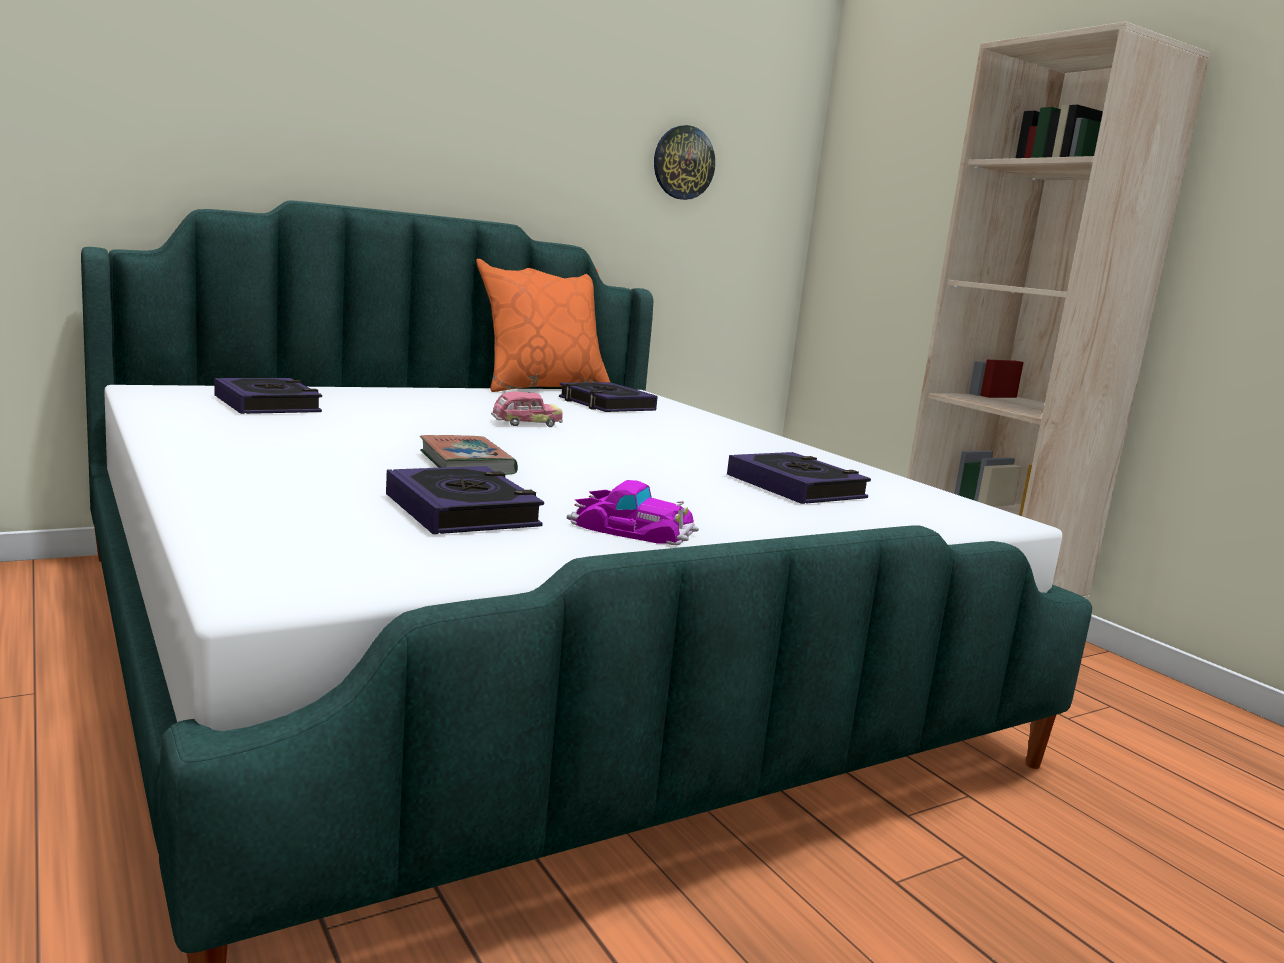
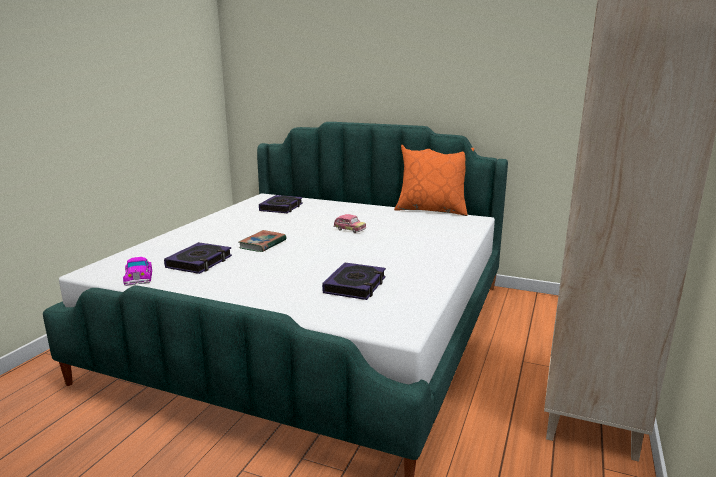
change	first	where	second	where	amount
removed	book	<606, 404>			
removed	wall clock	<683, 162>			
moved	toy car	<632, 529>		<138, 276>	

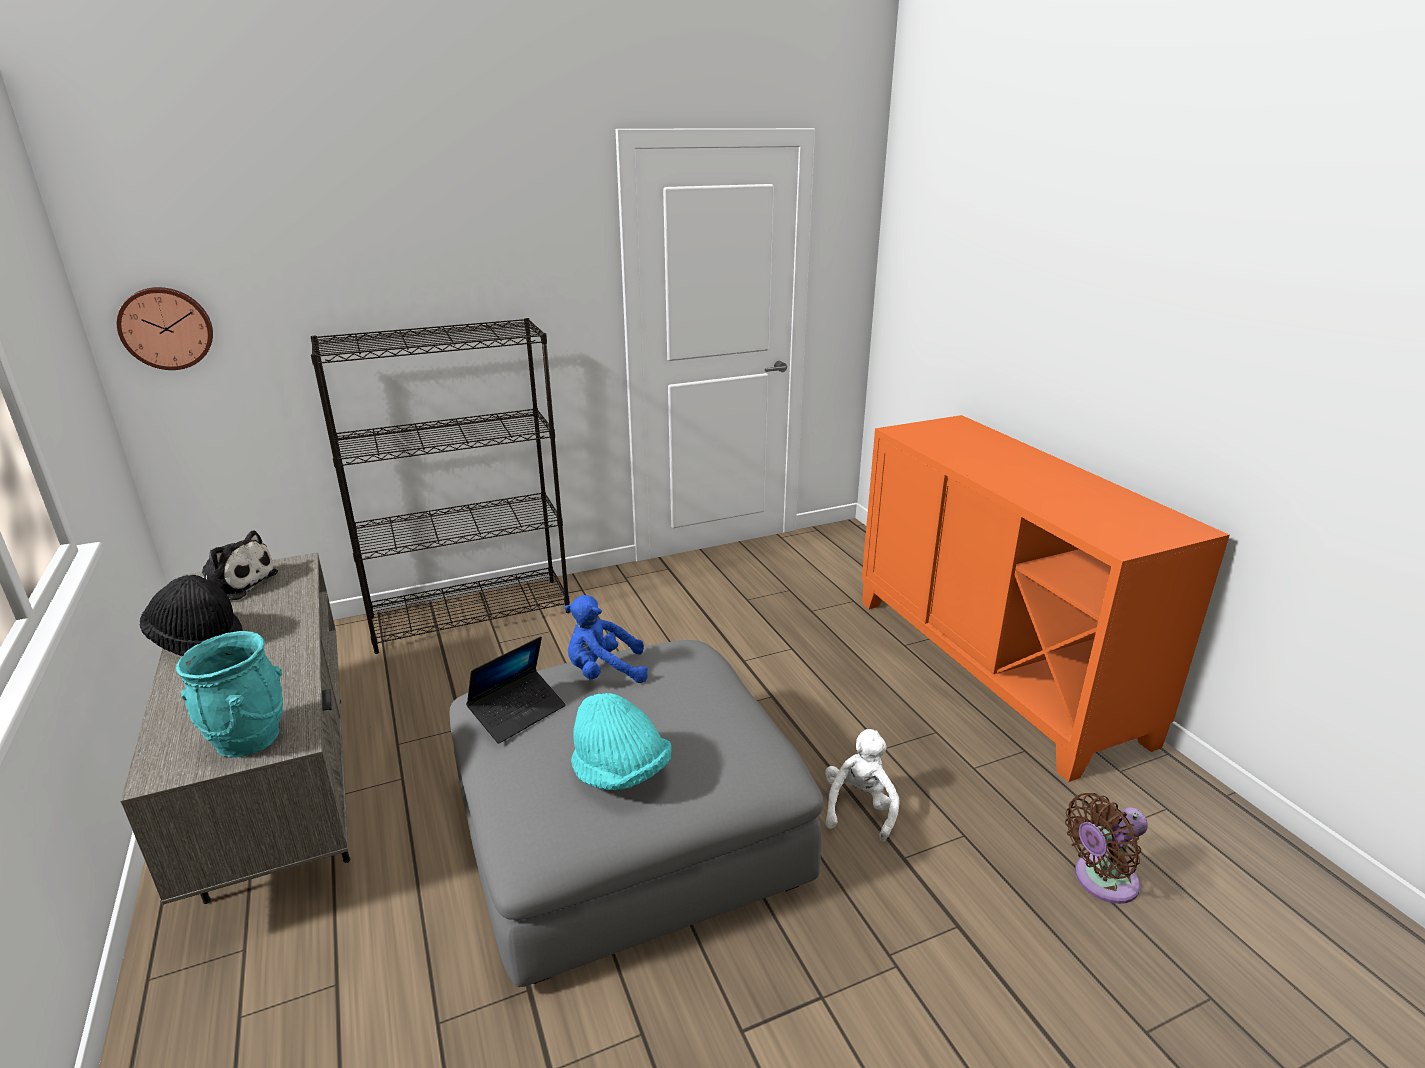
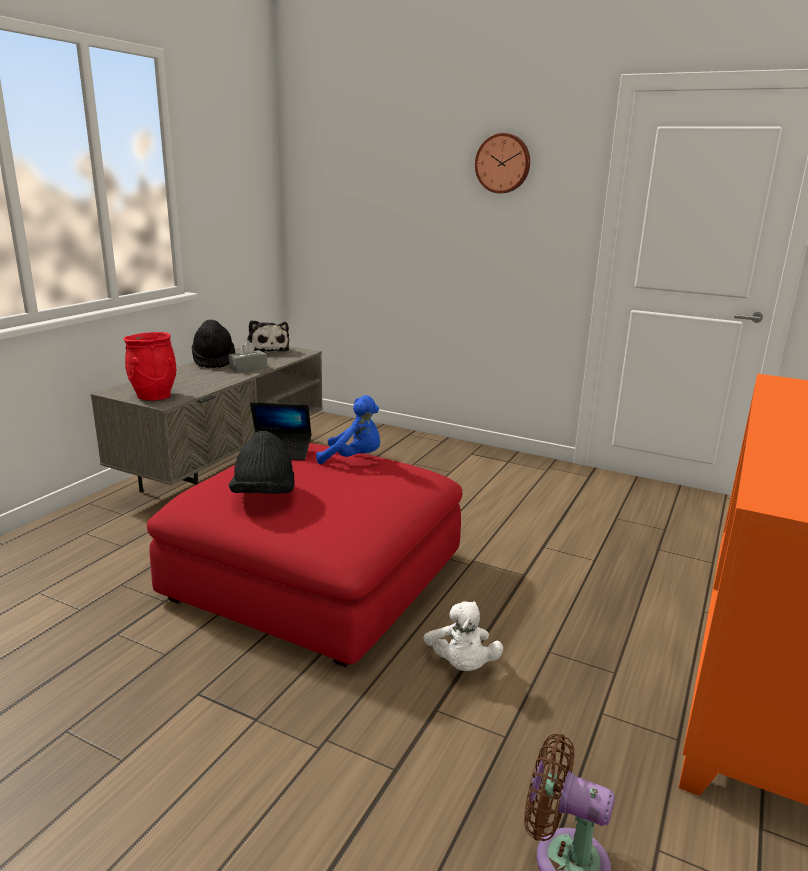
change	first	where	second	where	amount
removed	black bookcase	<471, 614>			
added			grey tissue box	<248, 368>	
moved	wall clock	<166, 328>		<503, 163>	
recoloured	turquoise vase	<249, 739>	red vase	<155, 396>	
recoloured	grey ottoman	<628, 830>	red ottoman	<316, 577>	
recoloured	turquoise hat	<620, 772>	black hat	<264, 495>	
turned	blue plush toy	<604, 672>		<354, 459>	150 degrees clockwise
turned	white plush toy	<859, 808>		<461, 665>	105 degrees clockwise

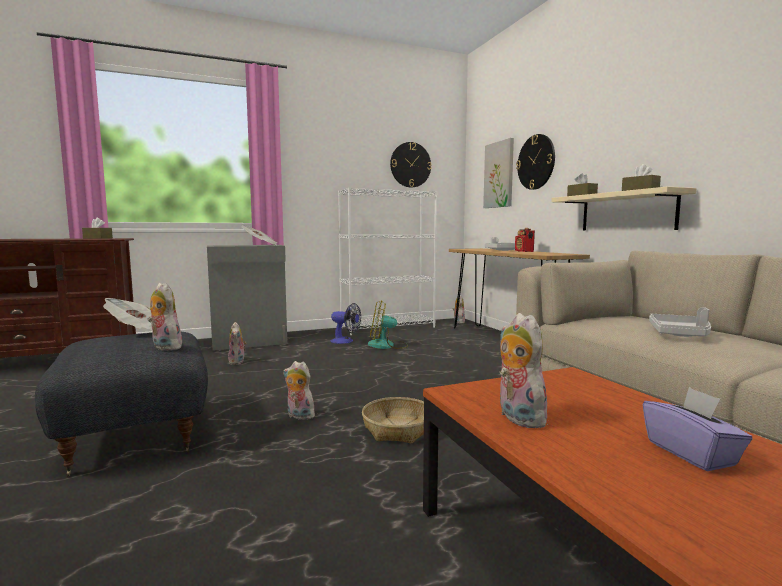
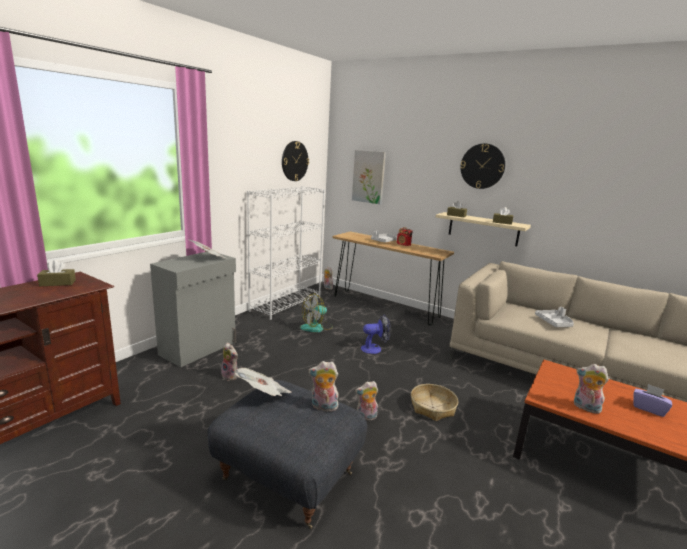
change	first	where	second	where	amount
moved	fan	<345, 341>		<375, 349>	
moved	wall clock	<536, 162>		<482, 166>	

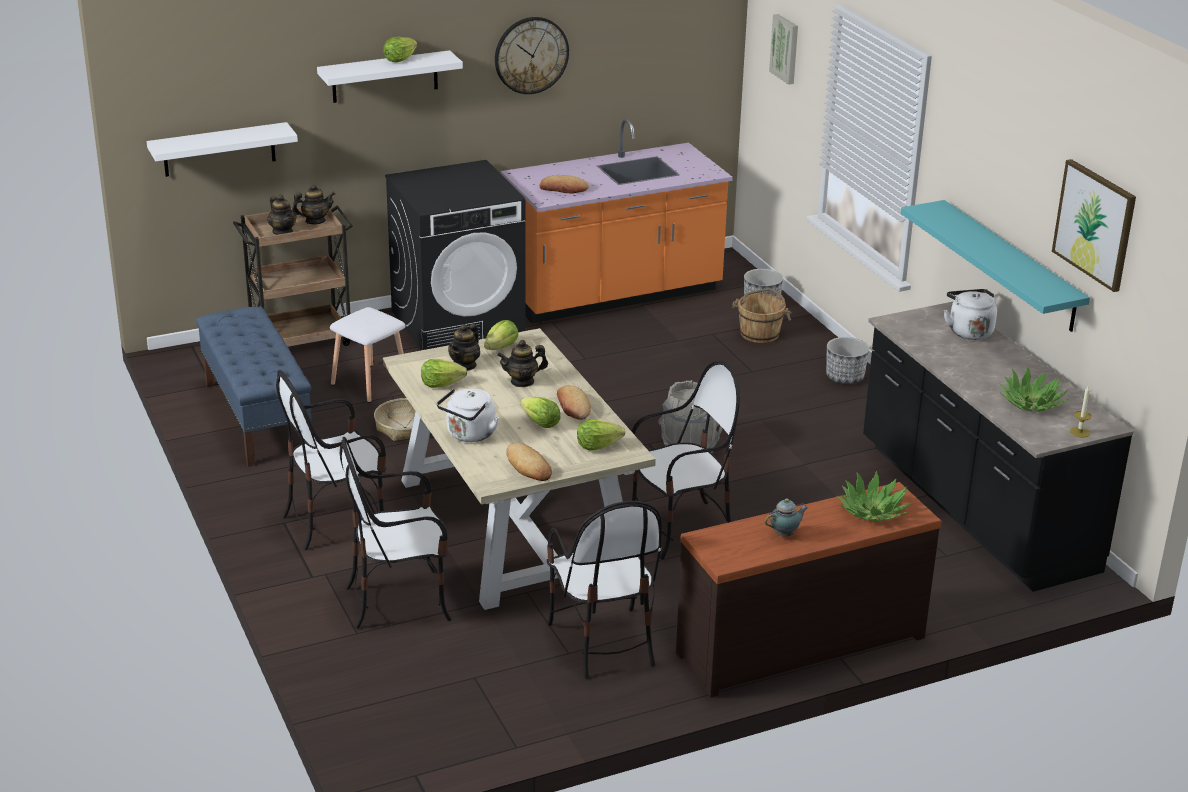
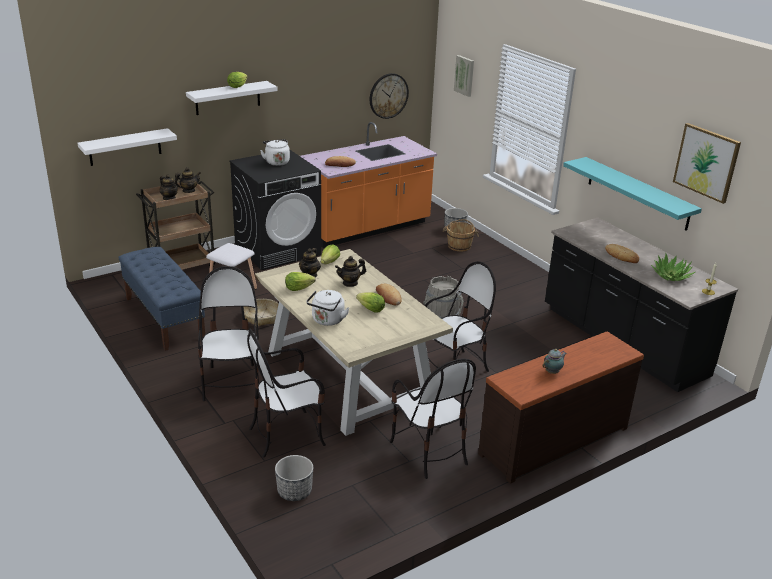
change	first	where	second	where	amount
removed	lettuce	<597, 446>			
removed	potted plant	<872, 511>			
moved	wall clock	<531, 55>		<388, 95>	
moved	bread	<528, 466>		<621, 256>	
moved	planter	<844, 377>		<294, 491>	
moved	white kettle	<968, 331>		<276, 162>	
turned	chair	<336, 521>		<232, 383>	120 degrees clockwise

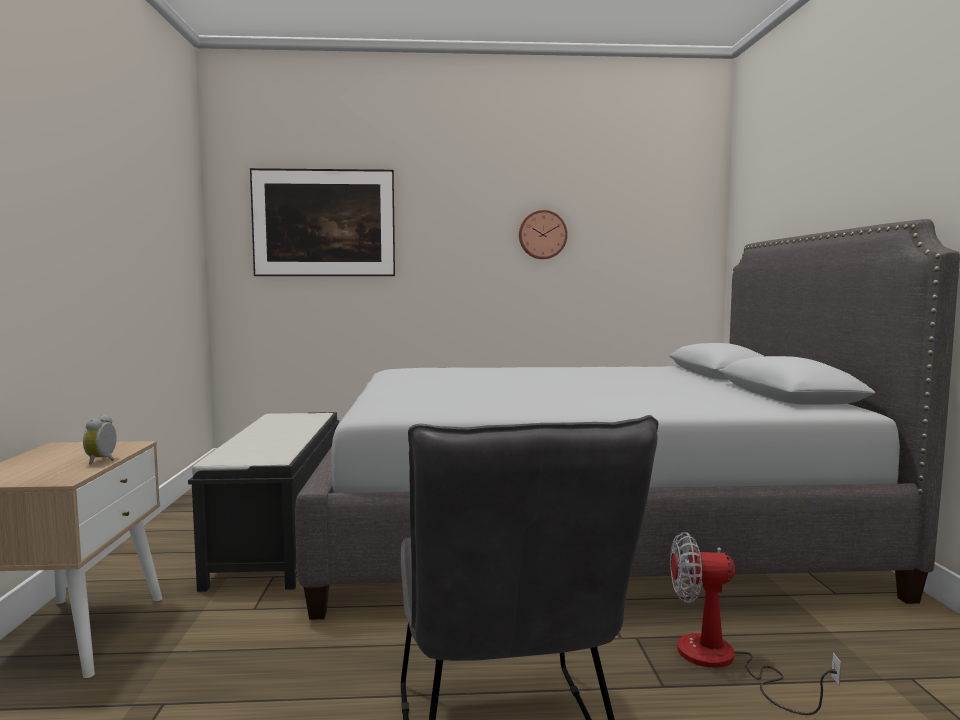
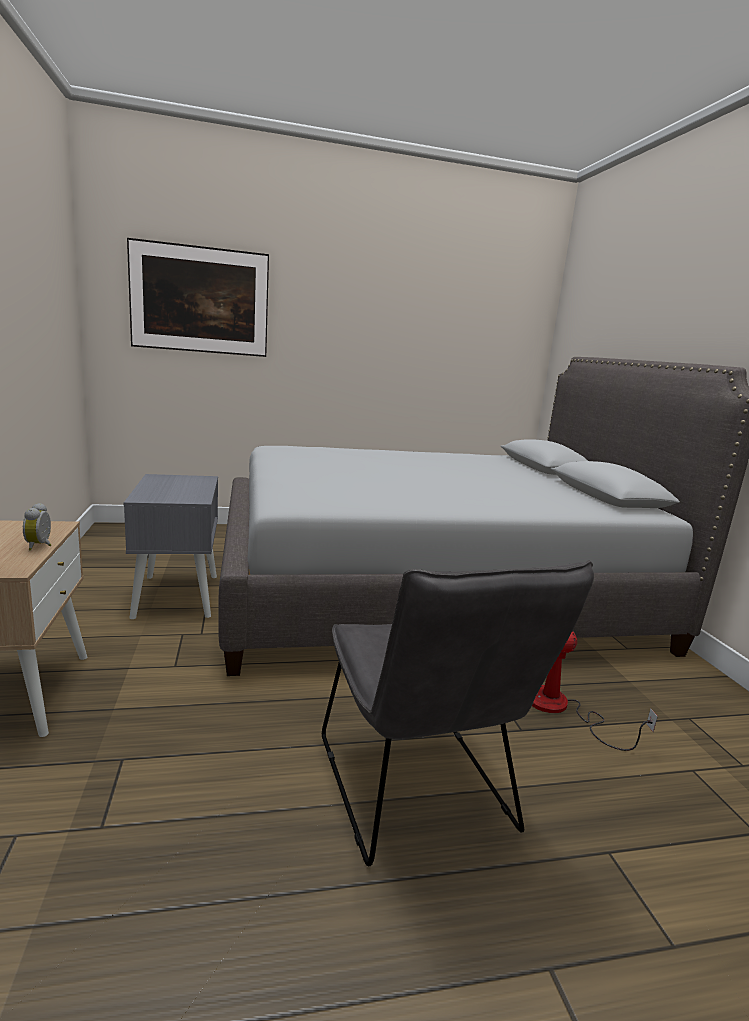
change	first	where	second	where	amount
removed	wall clock	<542, 235>			
replaced	black bench	<280, 538>	grey nightstand	<177, 596>	

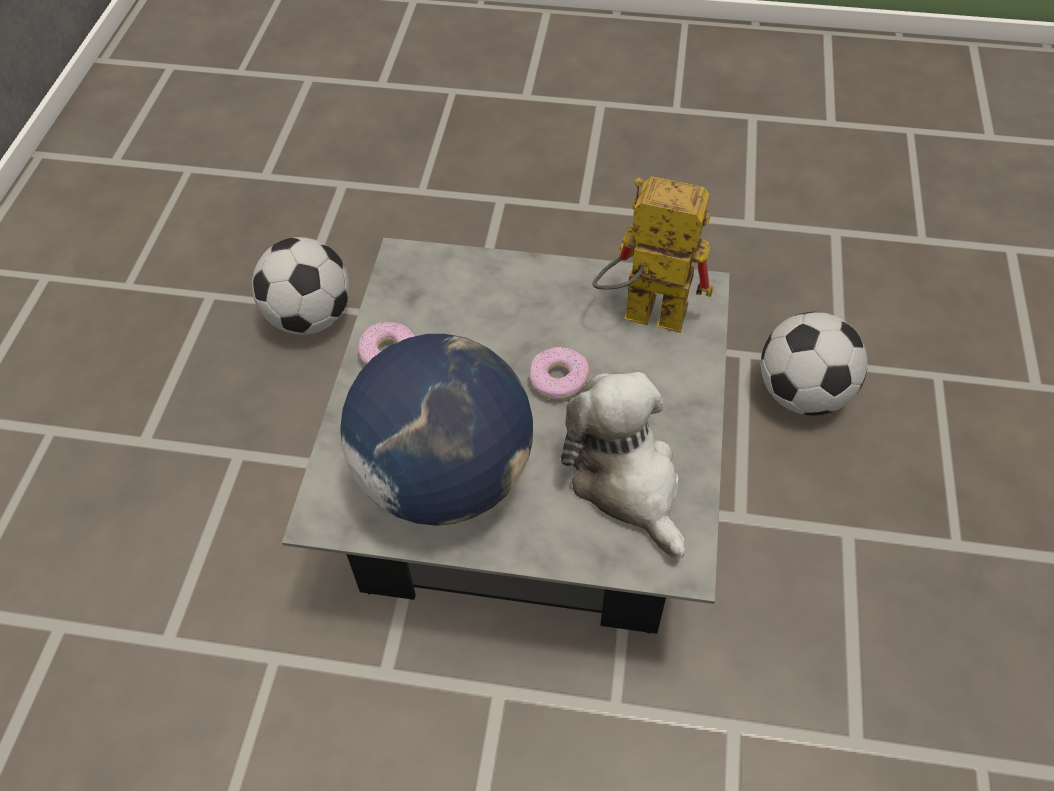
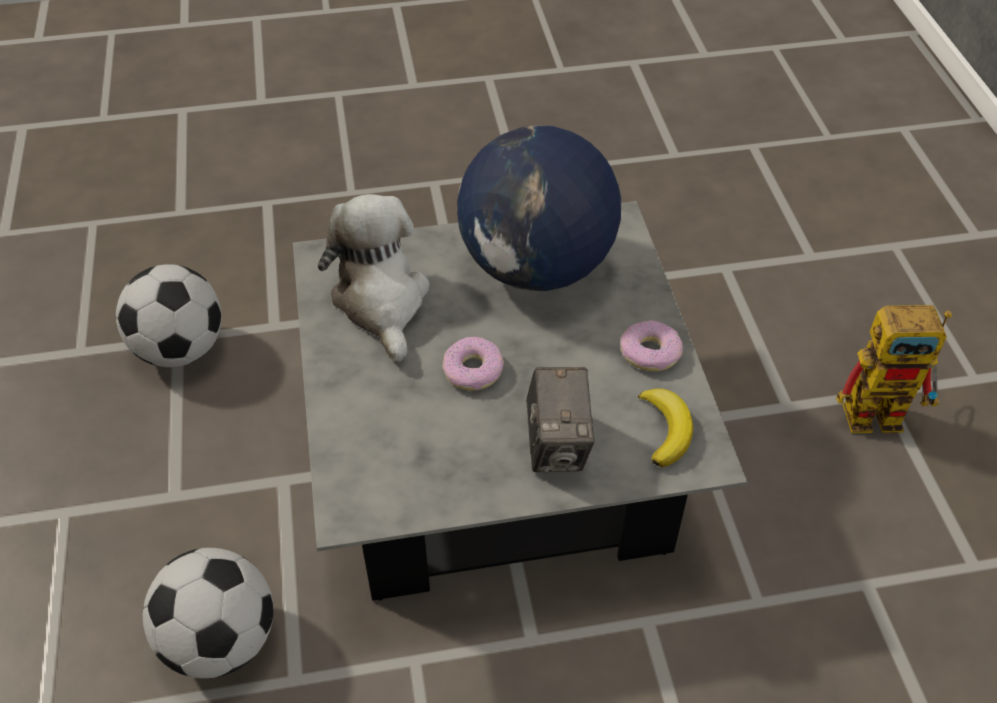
change	first	where	second	where	amount
added			photo camera	<557, 446>	
added			banana	<665, 429>	
moved	football	<310, 318>		<181, 349>	
moved	toy robot	<640, 314>		<884, 412>	
turned	plush toy	<626, 481>		<381, 301>	150 degrees counterclockwise

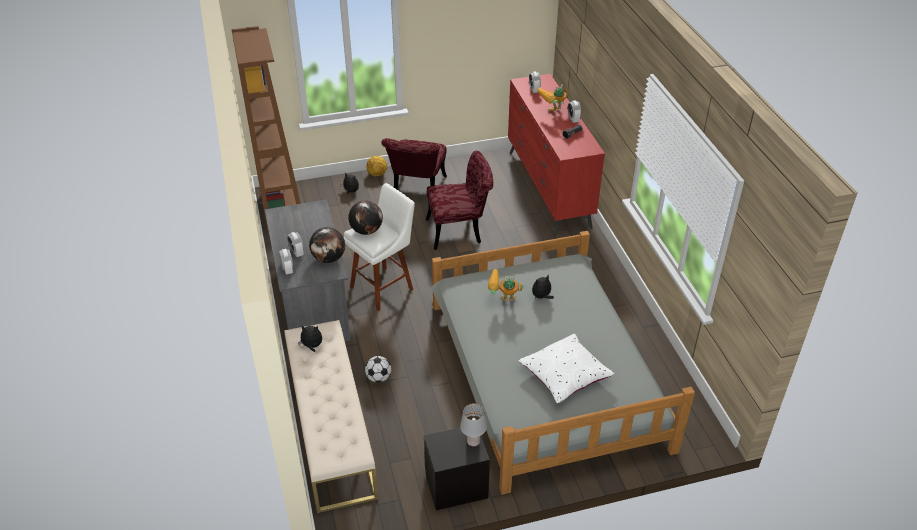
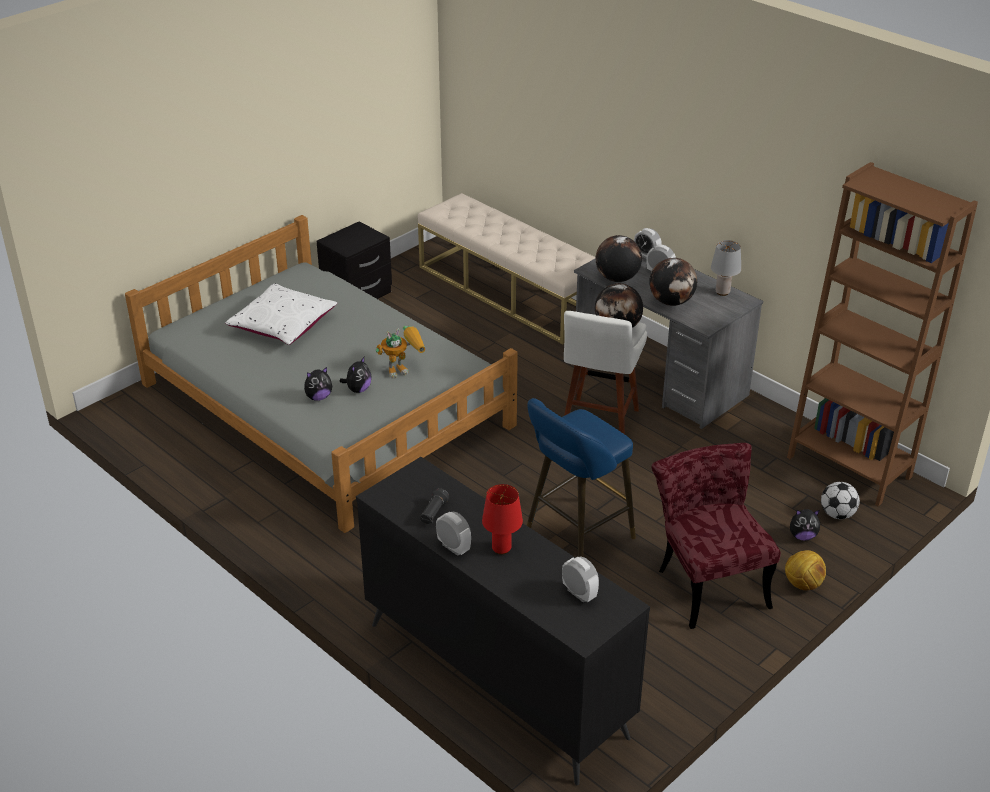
change	first	where	second	where	amount
added			globe	<671, 302>	
moved	plush toy	<312, 346>		<318, 397>	
moved	football	<378, 378>		<837, 514>	
moved	grey table lamp	<473, 442>		<723, 292>	
replaced	red chair	<460, 230>	blue stool	<575, 537>	
replaced	toy robot	<552, 113>	red table lamp	<502, 548>	
recoloured	red dresser	<548, 189>	black dresser	<495, 678>	

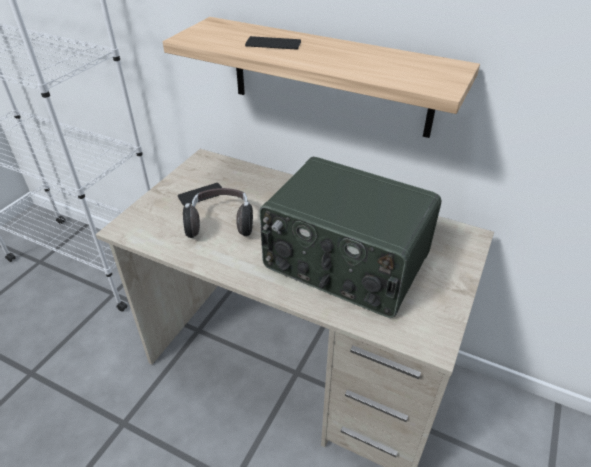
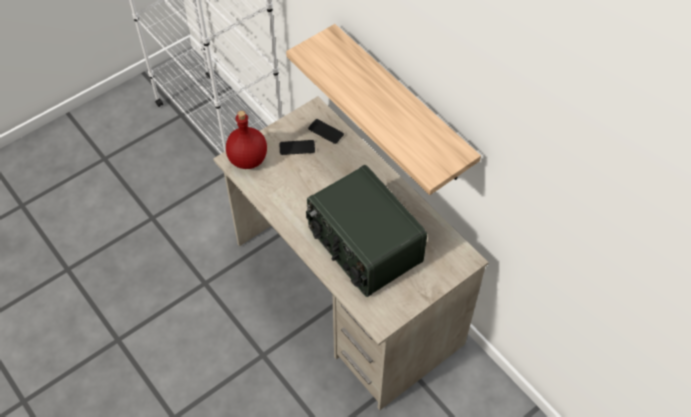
change	first	where	second	where	amount
removed	headphones	<221, 223>			
added			red bottle	<248, 159>	
moved	phone	<273, 44>		<325, 131>	

